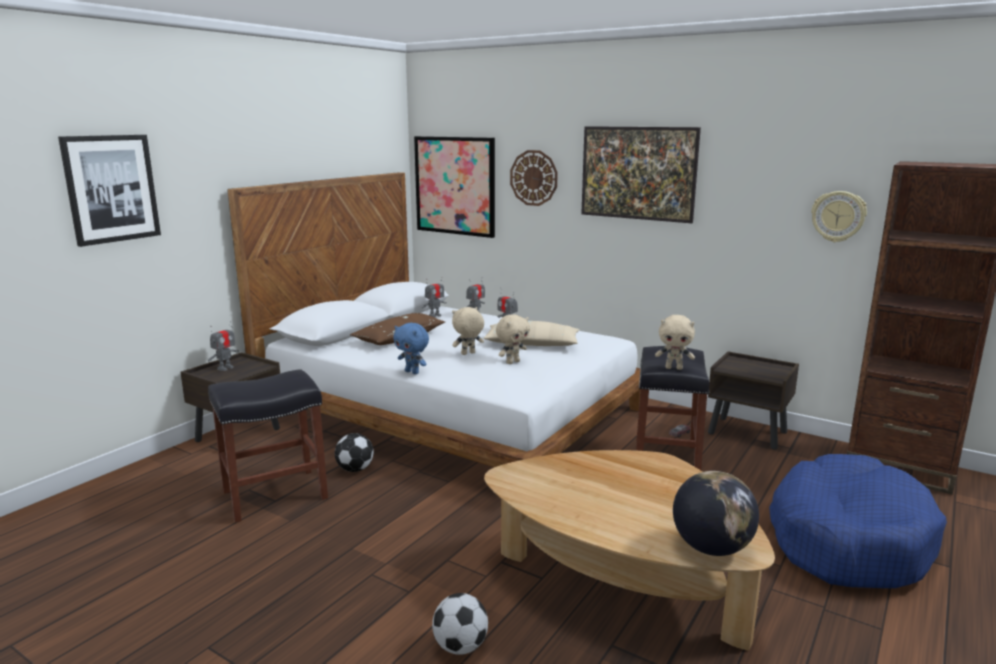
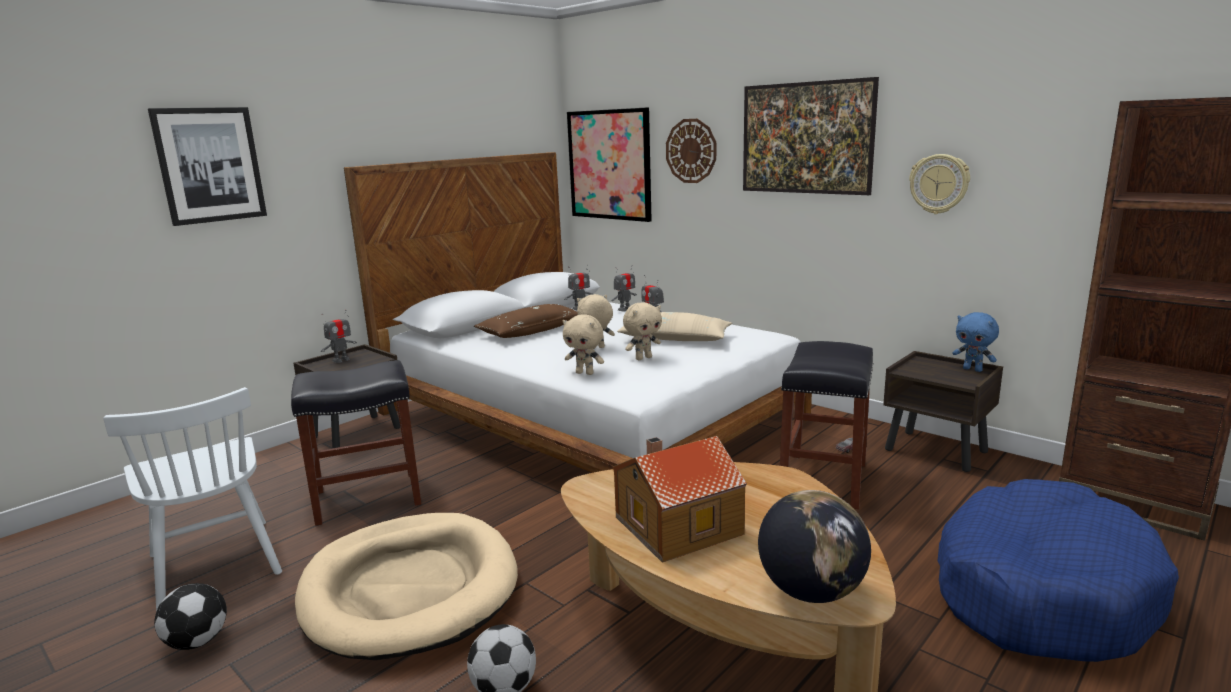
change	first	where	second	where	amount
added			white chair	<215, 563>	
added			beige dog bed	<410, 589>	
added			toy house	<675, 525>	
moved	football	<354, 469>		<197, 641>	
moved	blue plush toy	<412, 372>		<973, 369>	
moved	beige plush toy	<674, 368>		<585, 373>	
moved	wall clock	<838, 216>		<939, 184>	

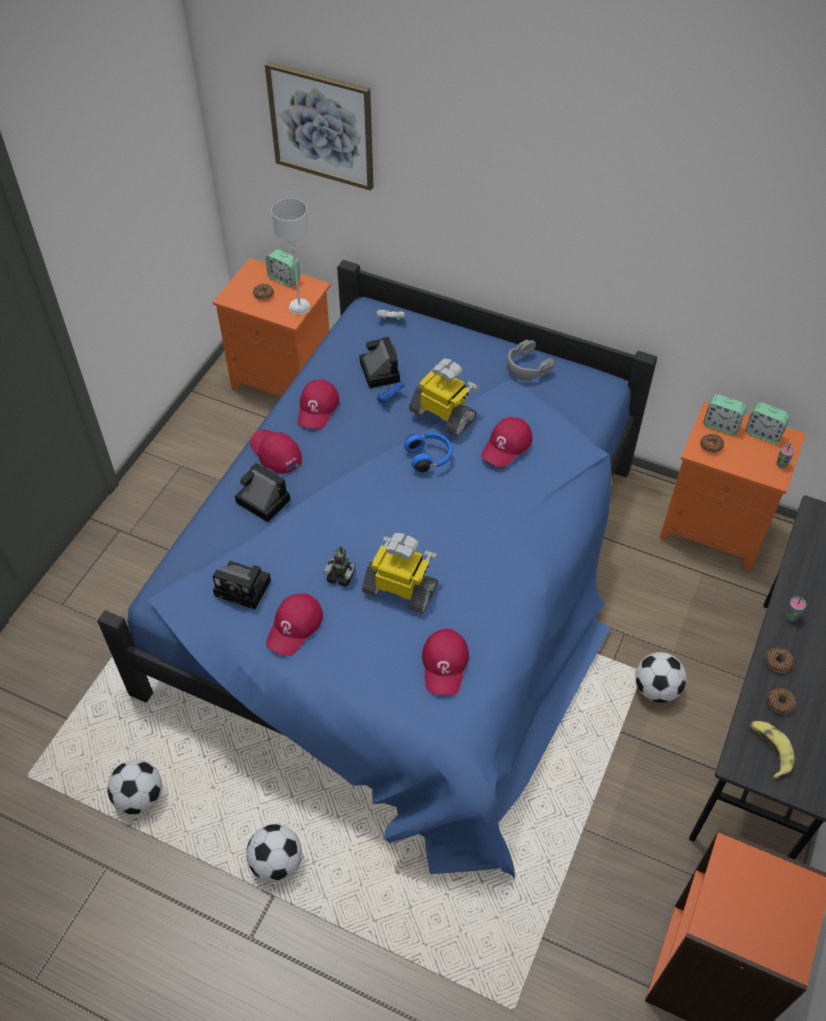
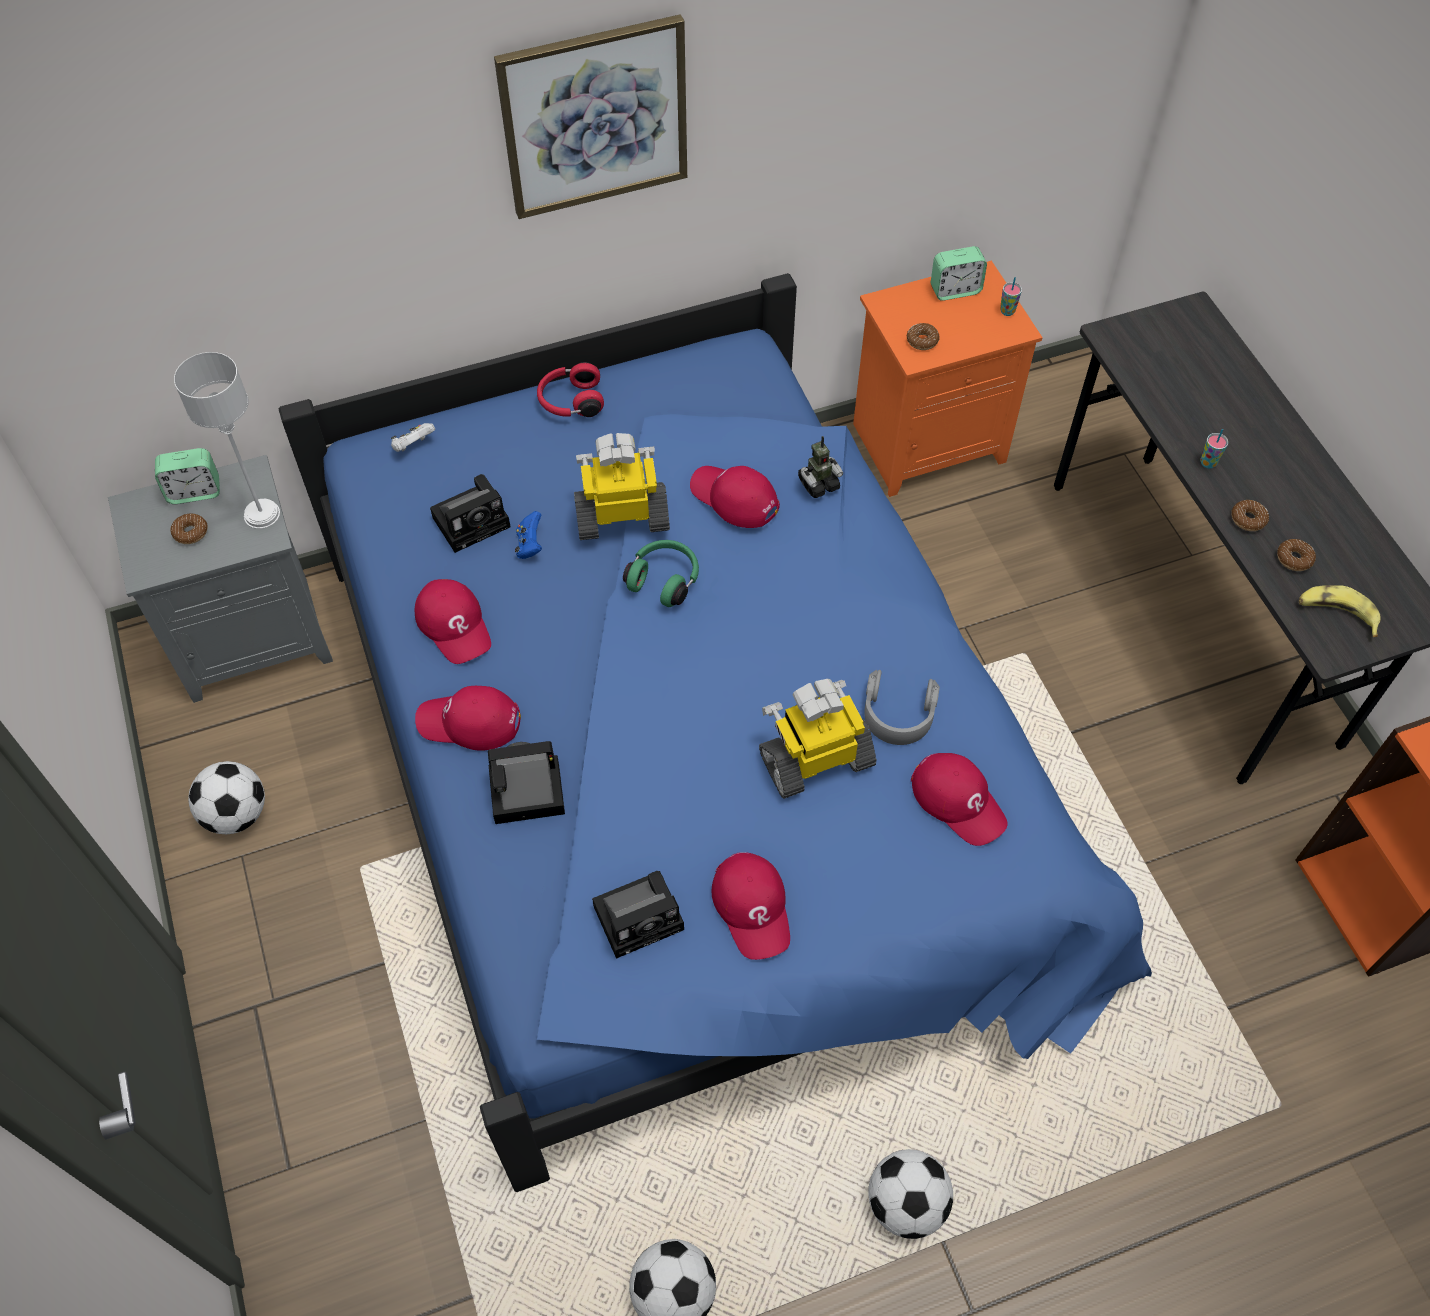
change	first	where	second	where	amount
removed	alarm clock	<721, 425>			
added			red headphones	<570, 401>	
moved	picture	<322, 126>		<594, 117>	
moved	toy robot	<341, 576>		<818, 484>	
moved	grey headphones	<527, 366>		<898, 714>	
moved	football	<656, 689>		<236, 814>	
recoloured	orange nightstand	<285, 379>	grey nightstand	<255, 636>	
recoloured	blue headphones	<429, 457>	green headphones	<664, 579>	
turned	photo camera	<378, 370>		<474, 520>	120 degrees clockwise
turned	red cap	<507, 445>		<734, 498>	135 degrees clockwise

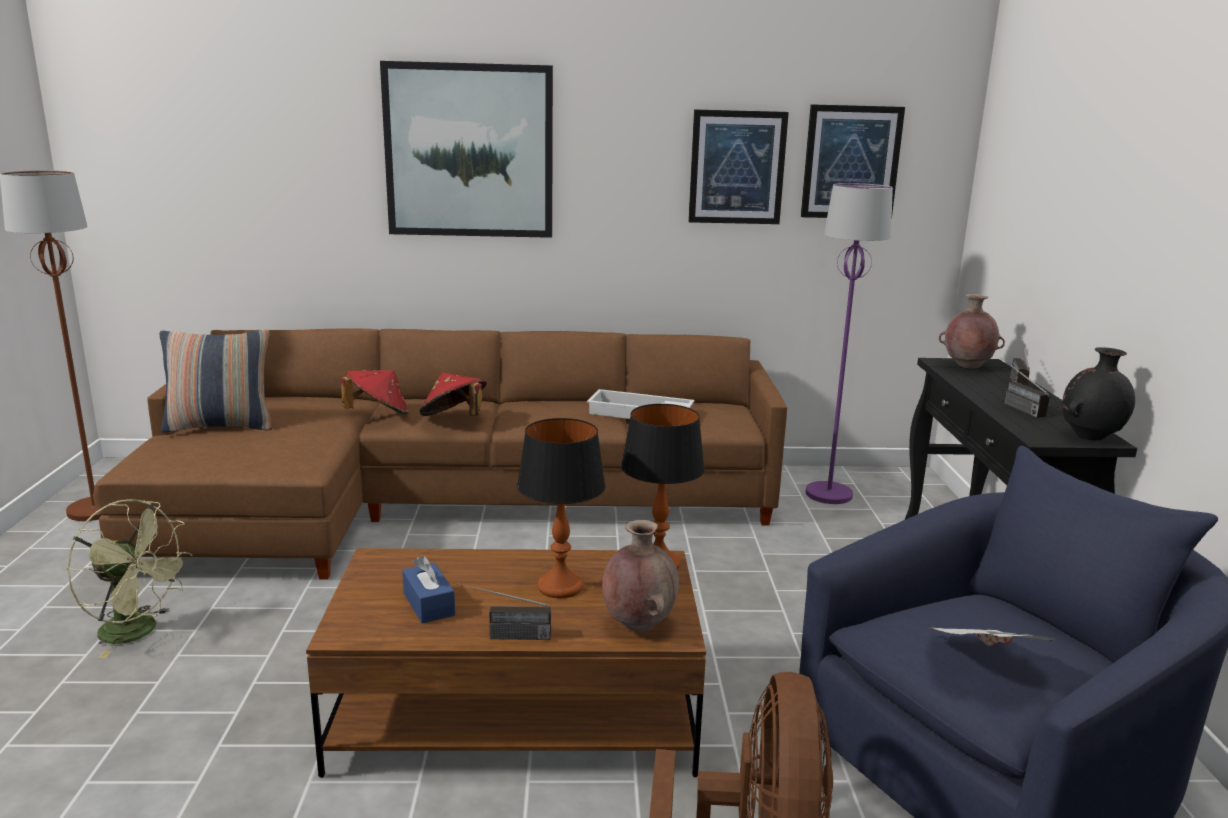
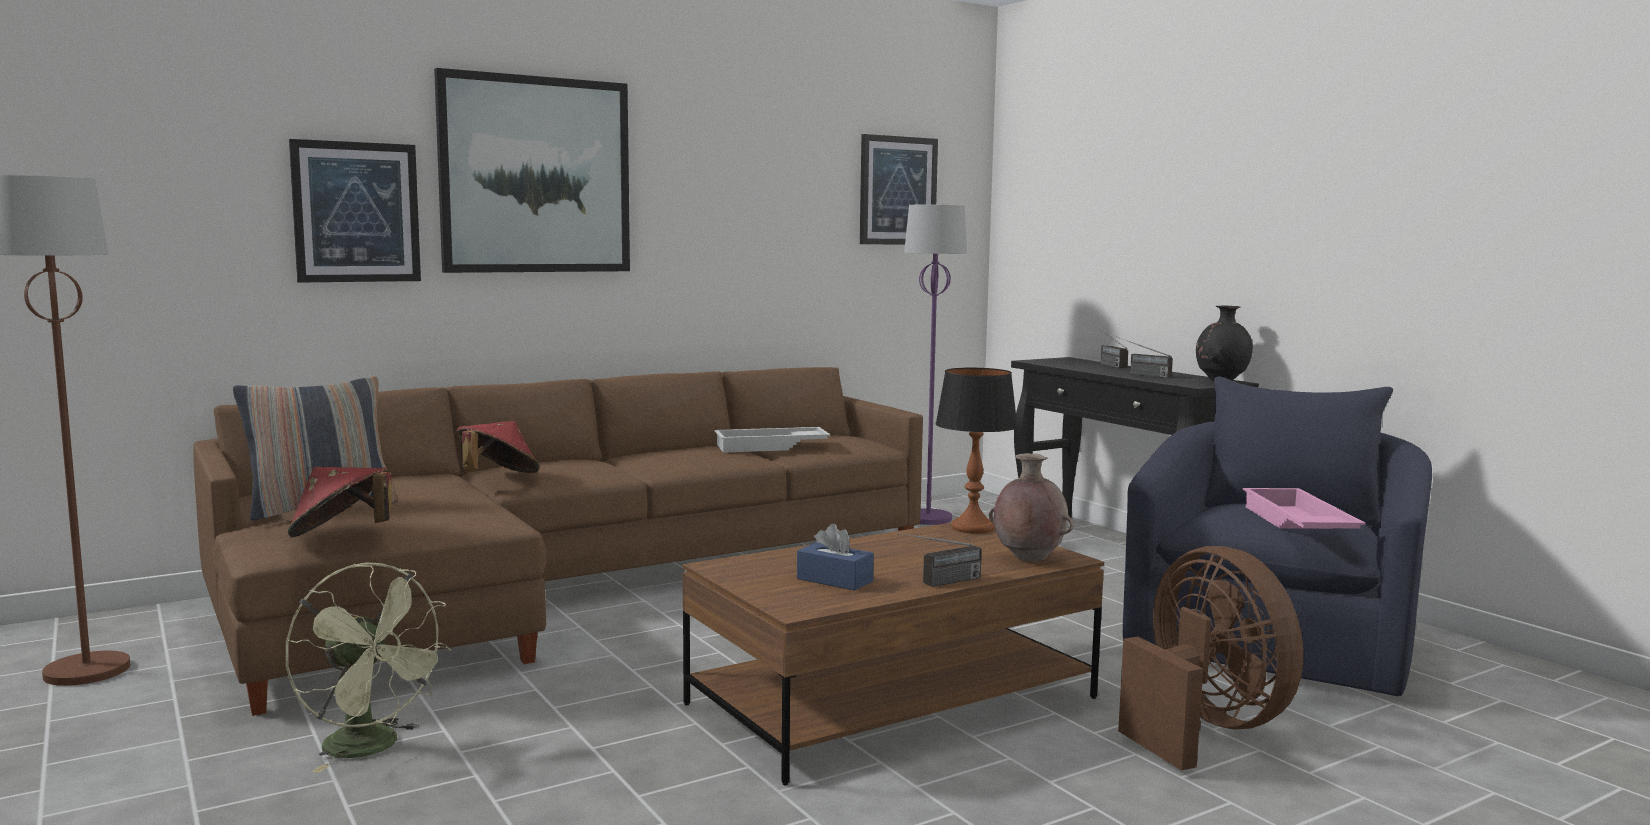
change	first	where	second	where	amount
removed	table lamp	<560, 586>			
removed	brown vase	<967, 366>			
moved	red hat	<454, 419>		<341, 535>	
moved	picture	<737, 167>		<356, 212>	
replaced	newspaper	<983, 662>	pink tray	<1295, 523>	
turned	green fan	<139, 632>		<372, 748>	45 degrees clockwise

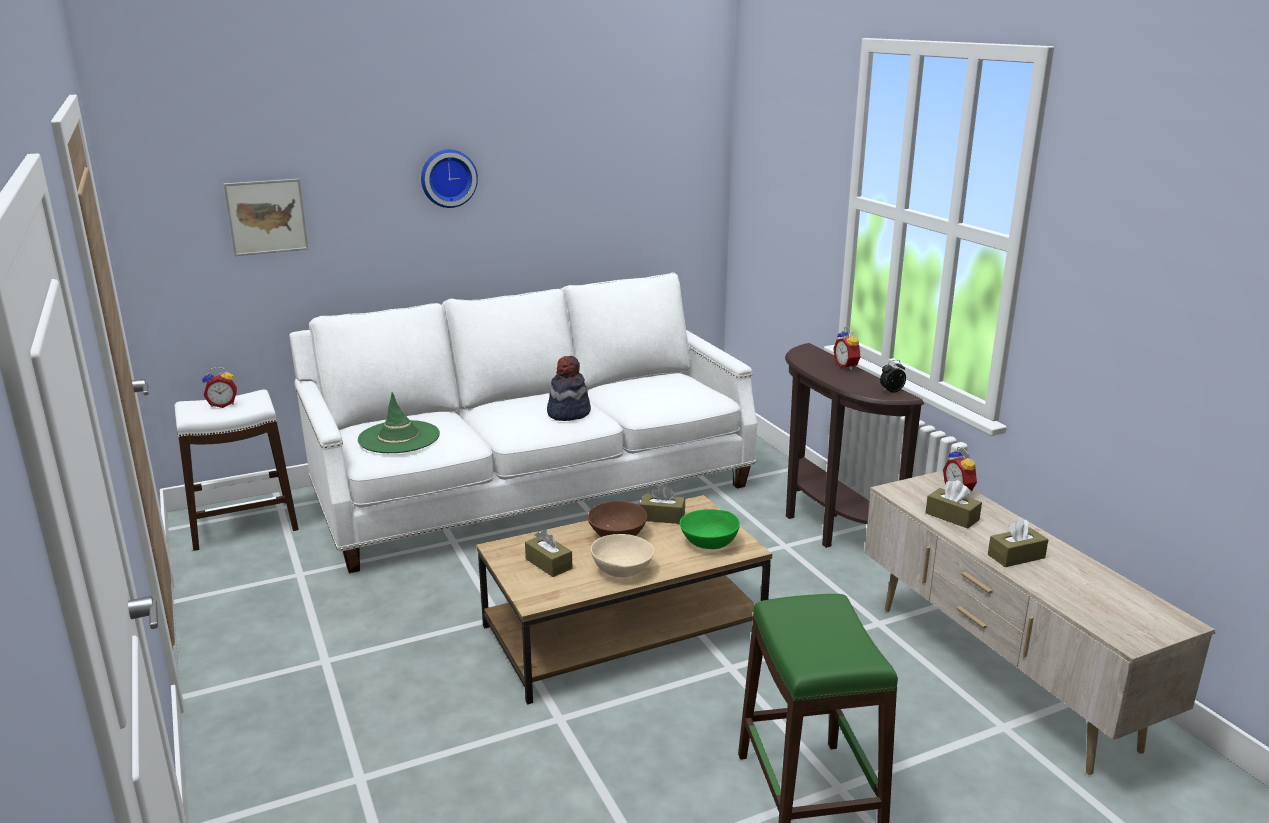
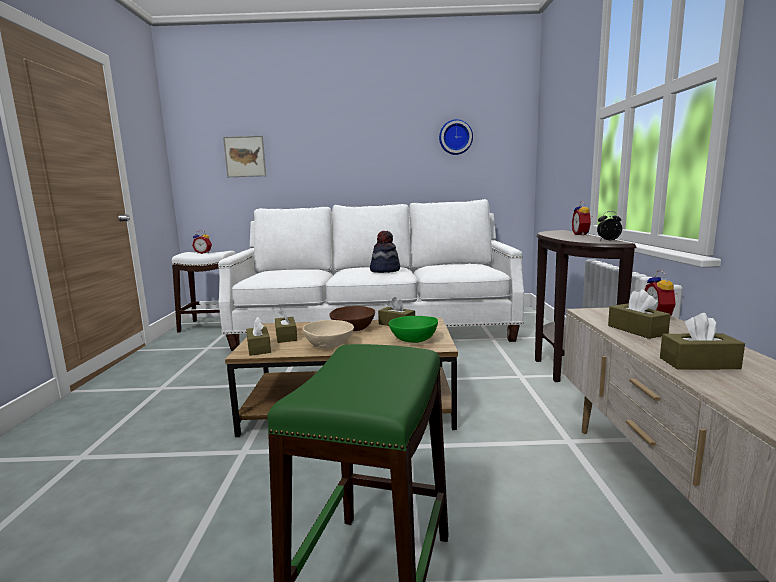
change	first	where	second	where	amount
removed	green hat	<399, 437>			
added			brown tissue box	<259, 348>	
moved	wall clock	<448, 178>		<455, 137>	

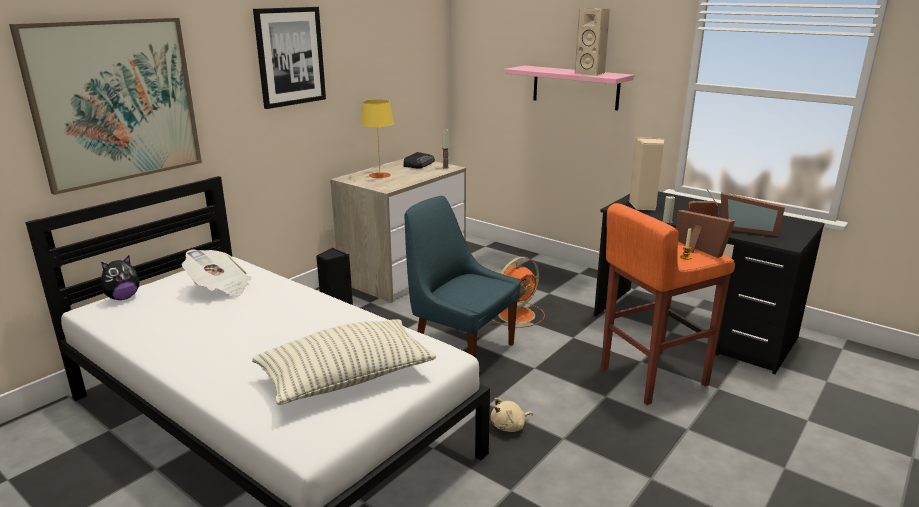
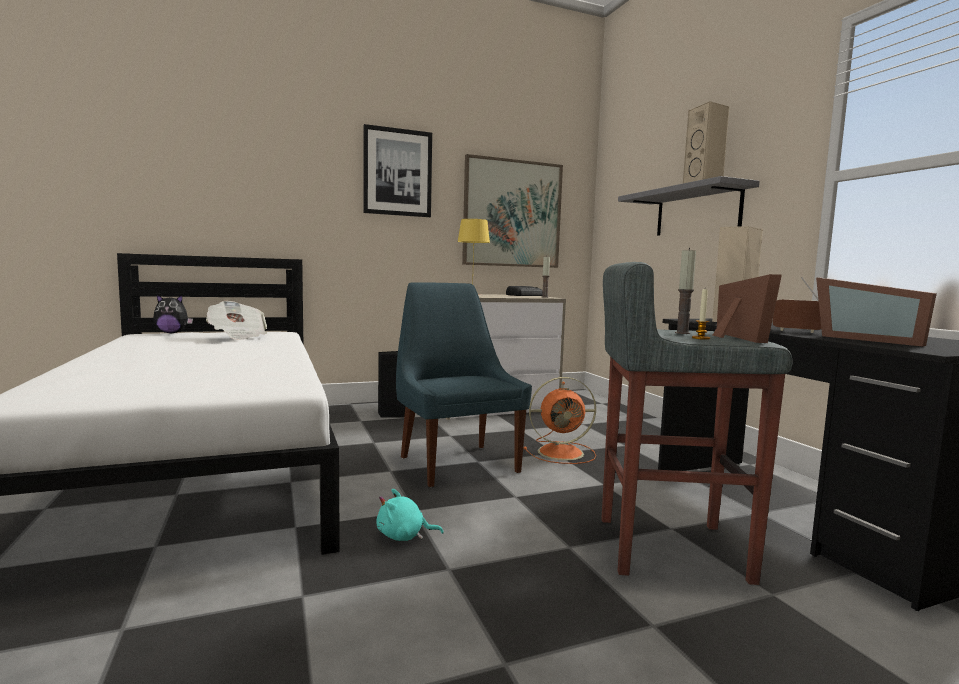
change	first	where	second	where	amount
removed	pillow	<346, 378>			
moved	picture	<115, 101>		<512, 214>	
recoloured	beige plush toy	<510, 426>	turquoise plush toy	<404, 536>	
recoloured	pink shelf	<575, 87>	grey shelf	<697, 212>	
recoloured	orange stool	<651, 376>	grey stool	<668, 547>	

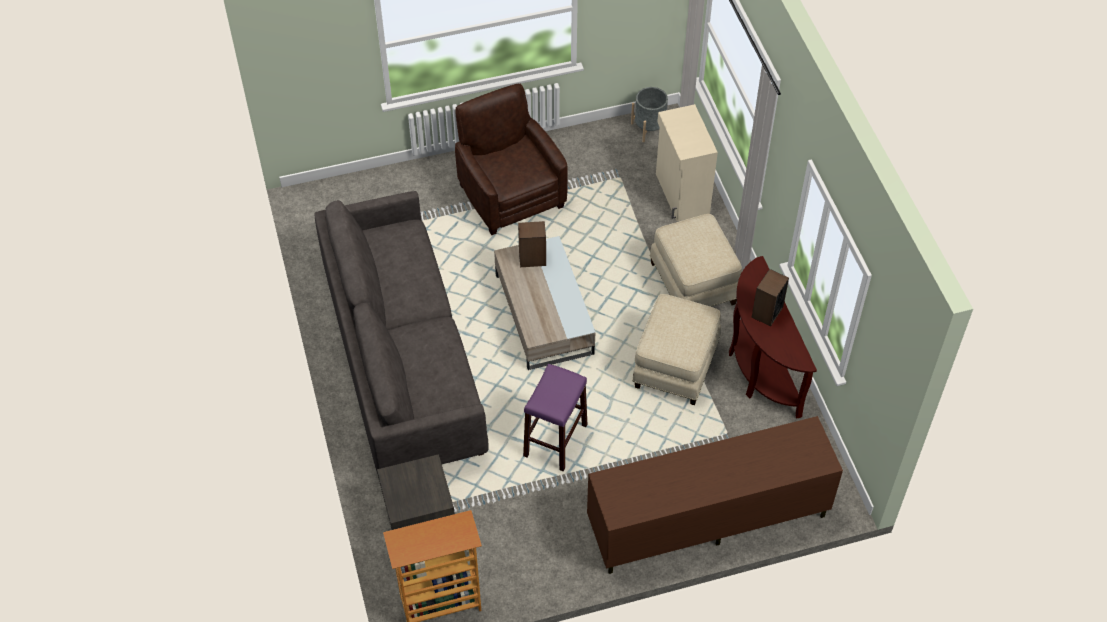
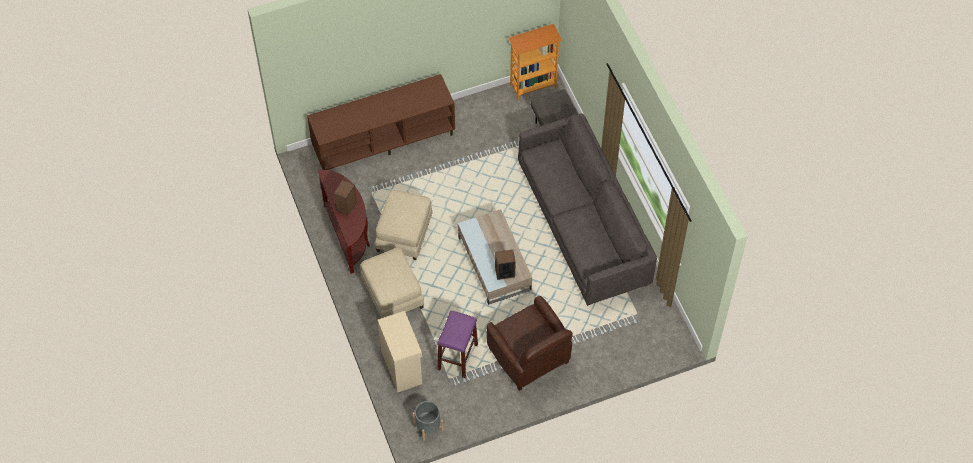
change	first	where	second	where	amount
moved	purple stool	<555, 440>		<457, 357>	

